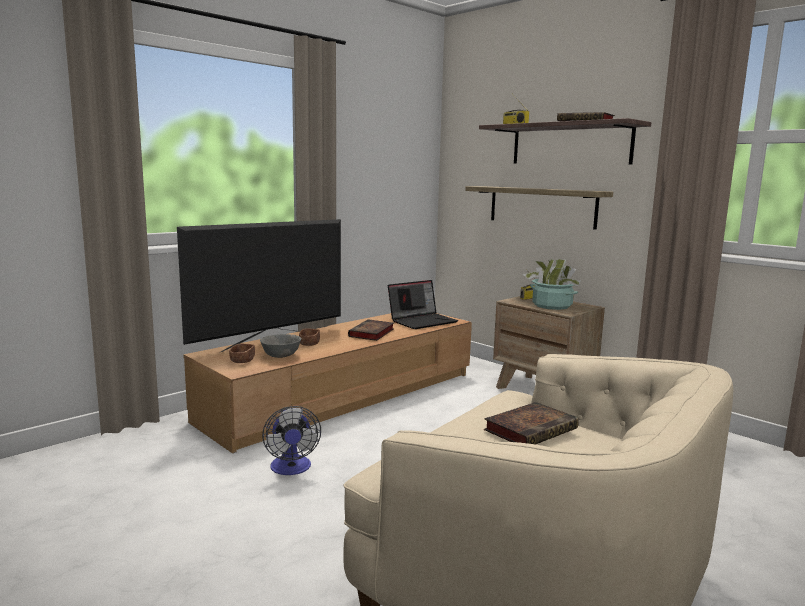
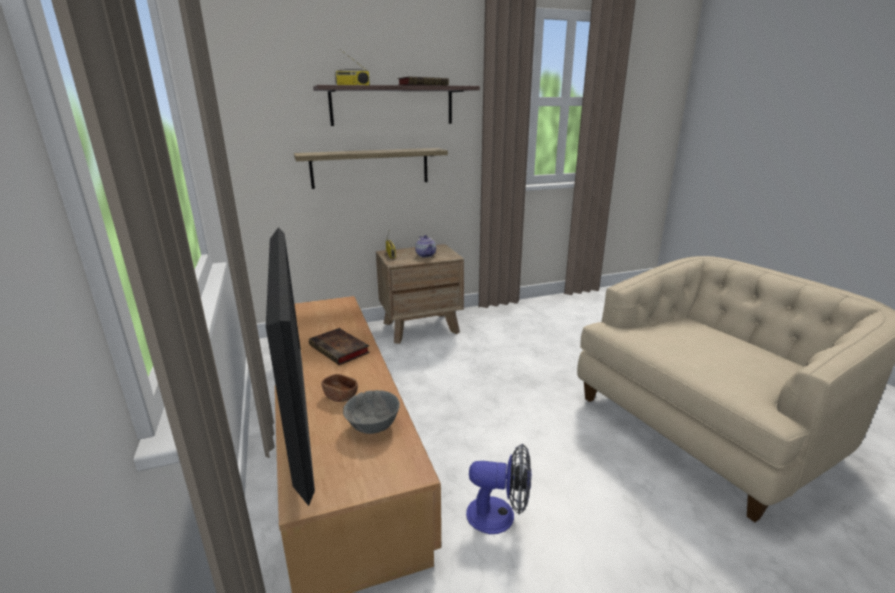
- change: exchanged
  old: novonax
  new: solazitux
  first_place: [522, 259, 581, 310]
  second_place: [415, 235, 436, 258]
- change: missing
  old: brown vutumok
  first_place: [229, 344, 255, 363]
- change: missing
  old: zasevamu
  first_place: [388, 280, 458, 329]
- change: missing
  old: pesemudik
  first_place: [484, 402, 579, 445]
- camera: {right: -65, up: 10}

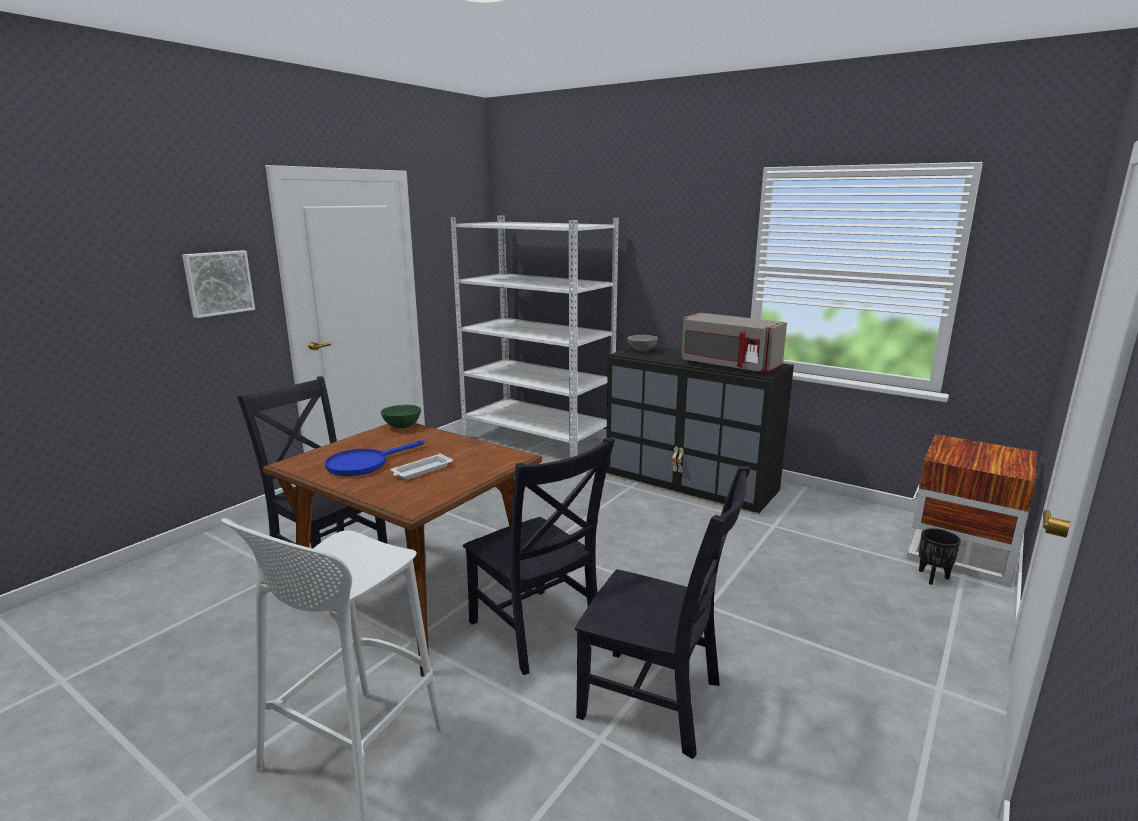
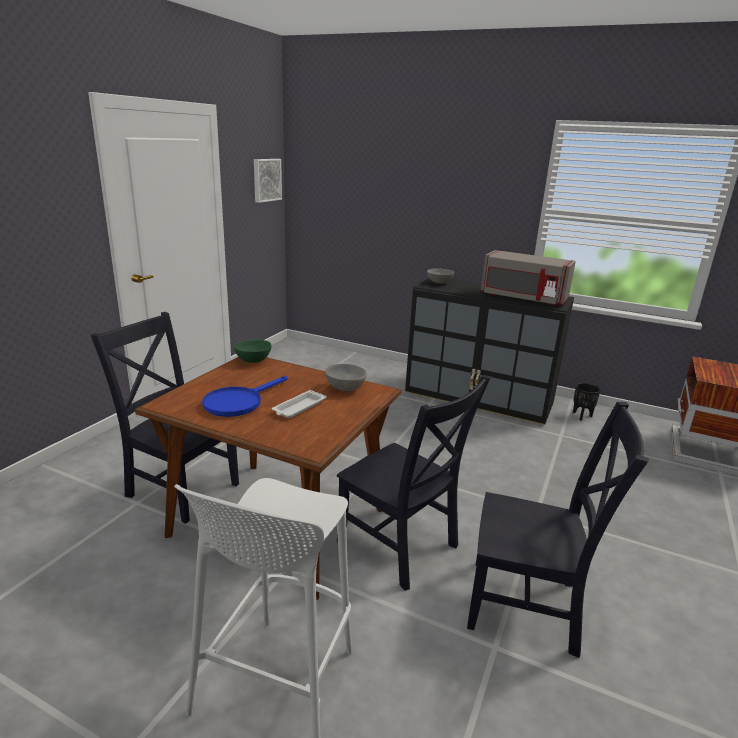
- change: relocated
  old: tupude
  first_place: [182, 250, 255, 318]
  second_place: [254, 159, 282, 203]
- change: appeared
  new: grey vutumok
  second_place: [325, 364, 367, 391]
- change: relocated
  old: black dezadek
  first_place: [919, 528, 961, 585]
  second_place: [573, 383, 601, 421]
- change: missing
  old: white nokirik
  first_place: [451, 215, 619, 458]
- camera: {right: -10, up: 5}

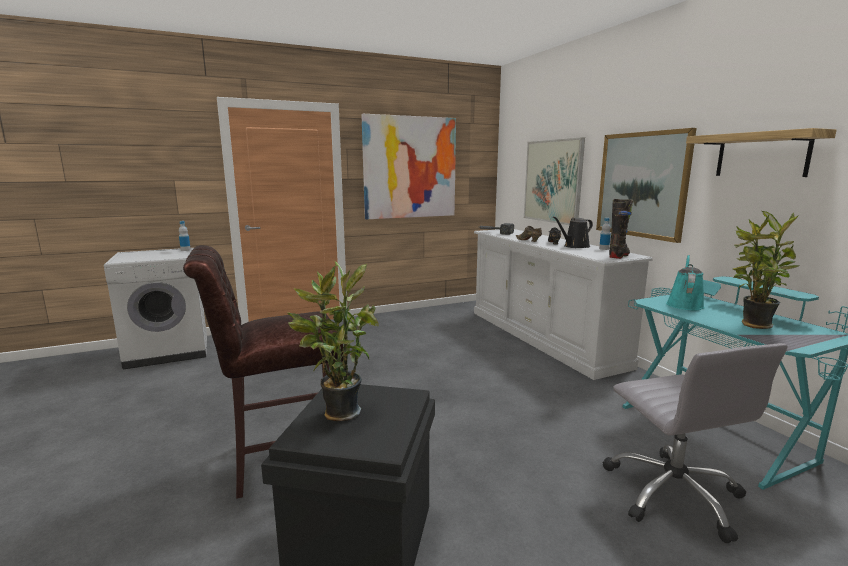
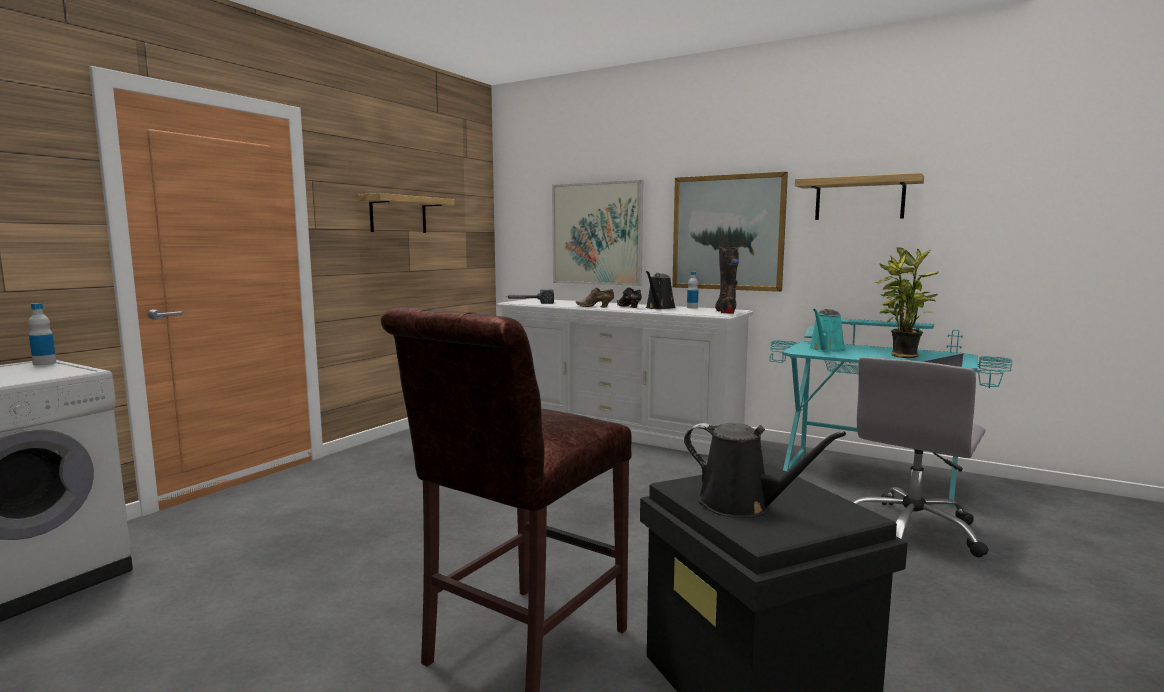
- change: exchanged
  old: tupude
  new: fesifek
  first_place: [361, 114, 456, 219]
  second_place: [358, 193, 454, 233]
- change: exchanged
  old: novonax
  new: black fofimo
  first_place: [288, 261, 379, 421]
  second_place: [684, 423, 846, 518]
- change: spun
  old: turquoise fofimo
  first_place: [666, 255, 705, 310]
  second_place: [809, 309, 846, 352]
  degrees: -135
- change: spun
  old: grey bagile
  first_place: [603, 343, 788, 543]
  second_place: [853, 357, 989, 557]
  degrees: 90
- camera: {right: -35, up: -5}

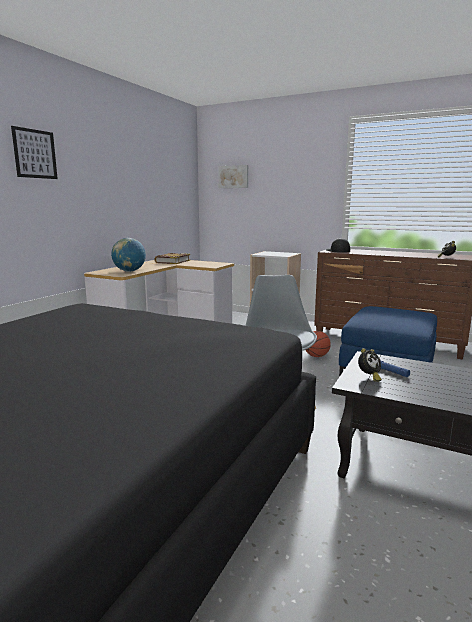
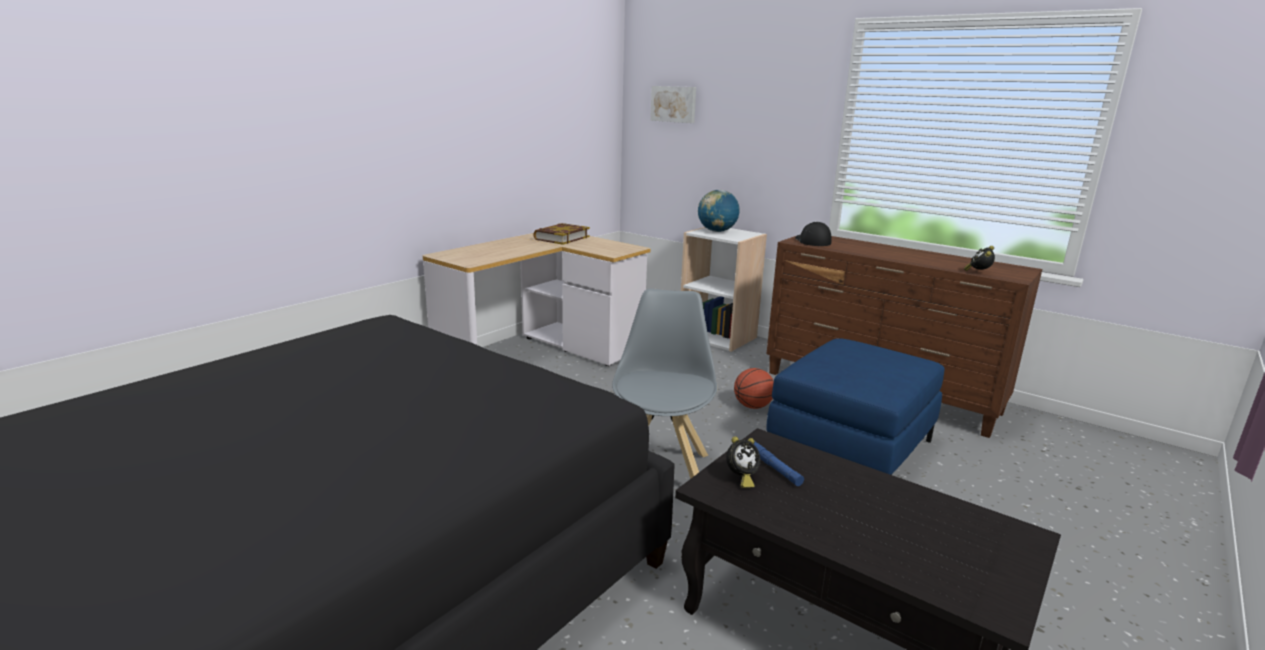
- change: relocated
  old: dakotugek
  first_place: [111, 238, 146, 272]
  second_place: [698, 189, 740, 232]
- change: missing
  old: tupude
  first_place: [11, 126, 58, 179]
- camera: {right: 10, up: 5}

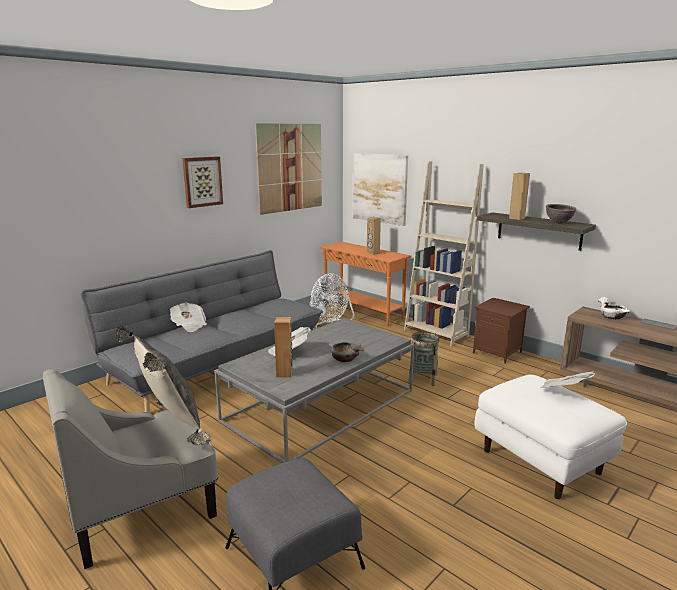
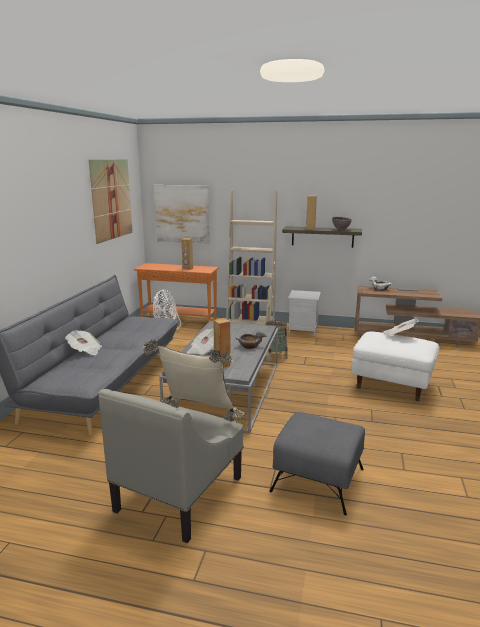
- change: colour
  old: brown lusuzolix
  new: grey lusuzolix
  first_place: [473, 298, 530, 364]
  second_place: [288, 290, 321, 336]
- change: missing
  old: tupude
  first_place: [182, 156, 223, 208]
- camera: {right: -30, up: 0}

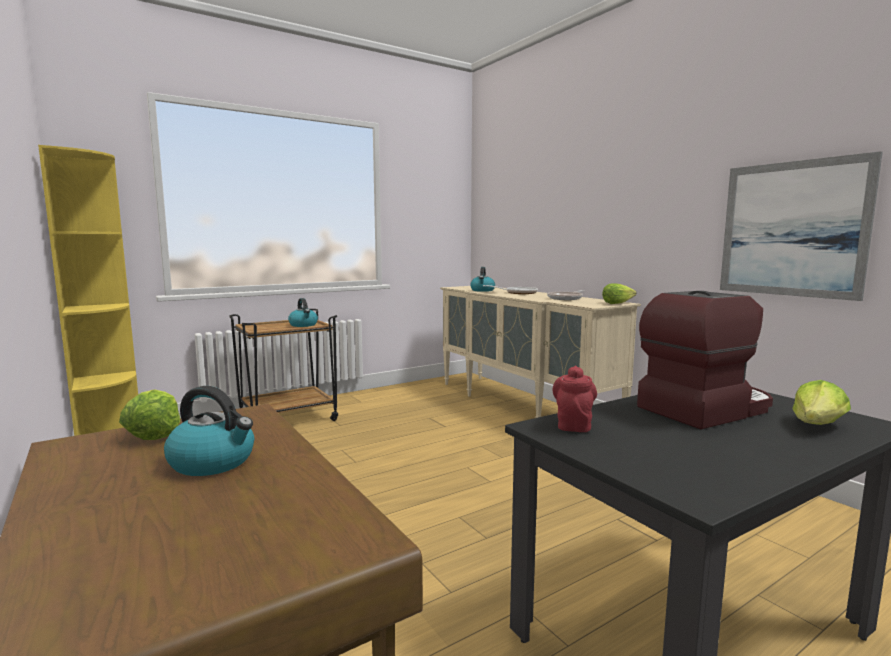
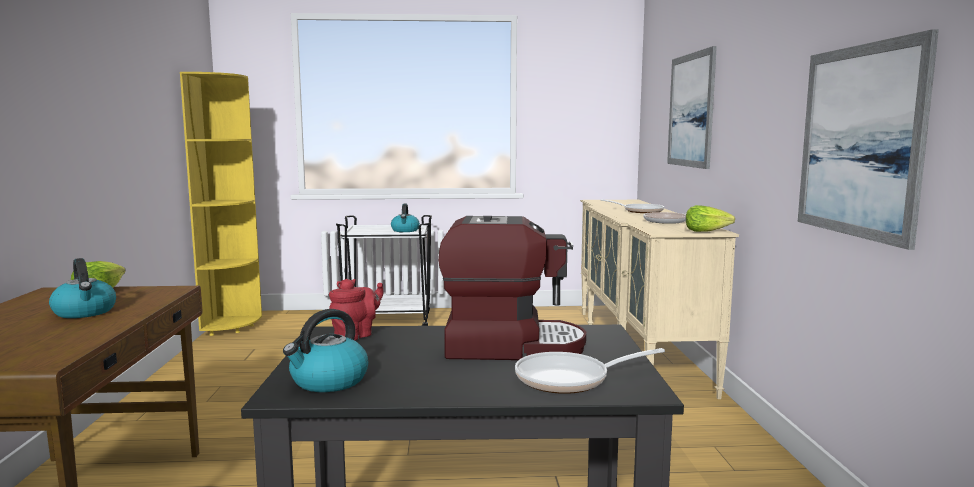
- change: relocated
  old: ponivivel
  first_place: [470, 267, 495, 292]
  second_place: [283, 309, 368, 392]
- change: colour
  old: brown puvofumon
  new: white puvofumon
  first_place: [229, 309, 338, 421]
  second_place: [336, 215, 432, 326]
- change: exchanged
  old: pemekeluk
  new: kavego
  first_place: [793, 380, 851, 425]
  second_place: [515, 348, 665, 394]
- change: appeared
  new: tupude
  second_place: [667, 46, 717, 169]
- camera: {right: 30, up: 0}

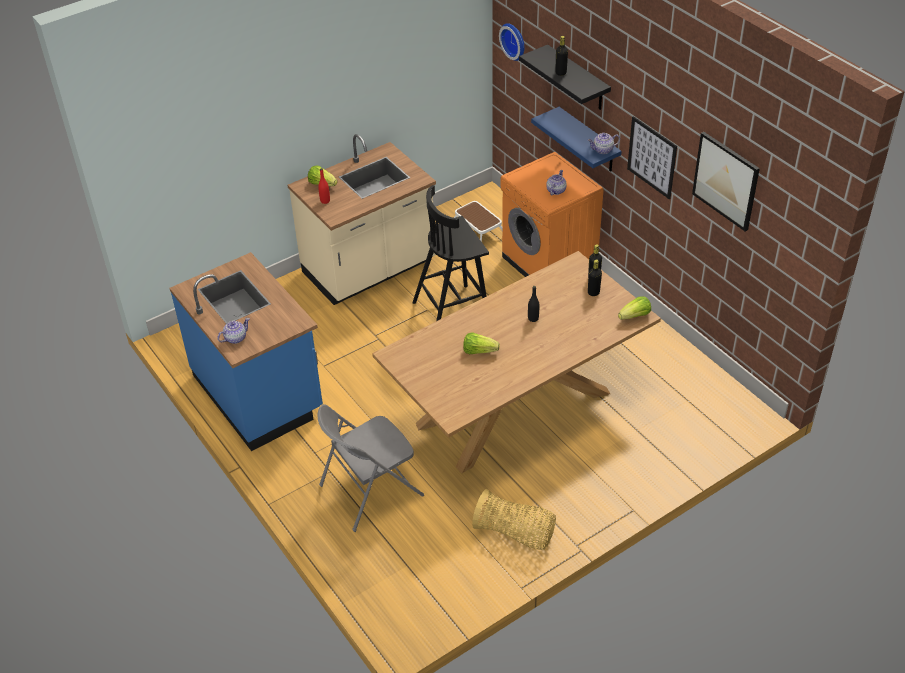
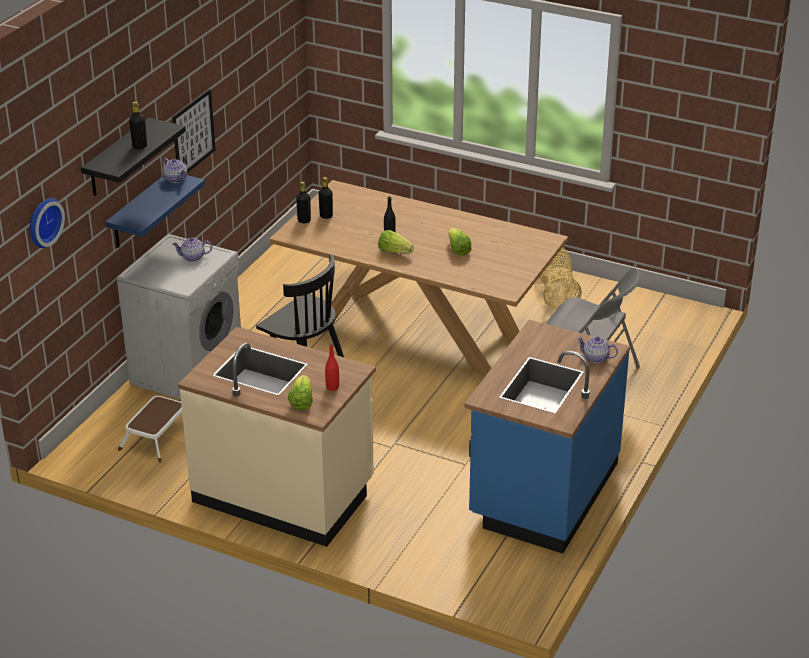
- change: colour
  old: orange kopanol
  new: white kopanol
  first_place: [501, 152, 604, 277]
  second_place: [117, 234, 241, 400]
- change: relocated
  old: pemekeluk
  first_place: [618, 296, 651, 320]
  second_place: [378, 230, 414, 253]
- change: missing
  old: tupude
  first_place: [692, 132, 760, 231]
- camera: {right: -120, up: -10}

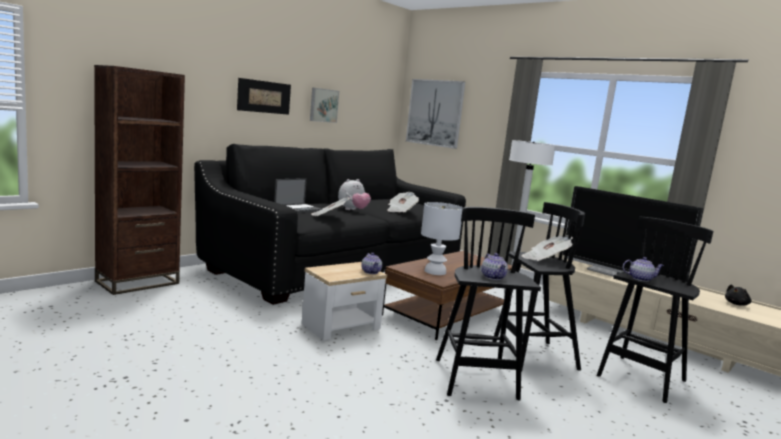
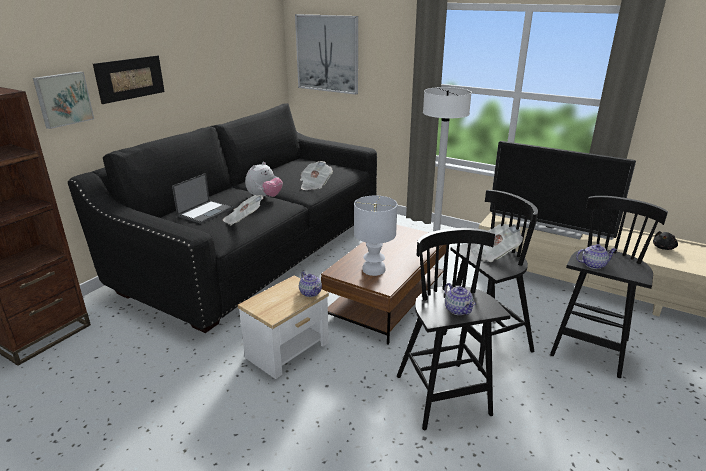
- change: relocated
  old: tupude
  first_place: [310, 88, 339, 123]
  second_place: [33, 71, 94, 129]
- camera: {right: -10, up: 15}

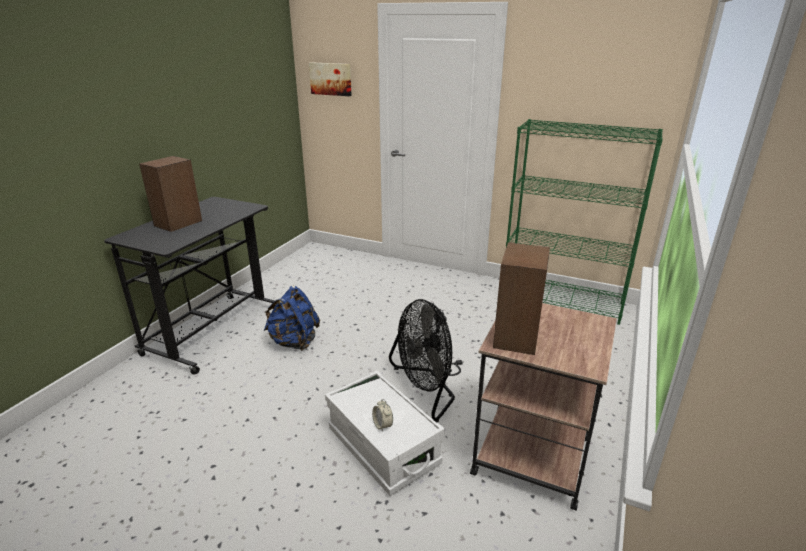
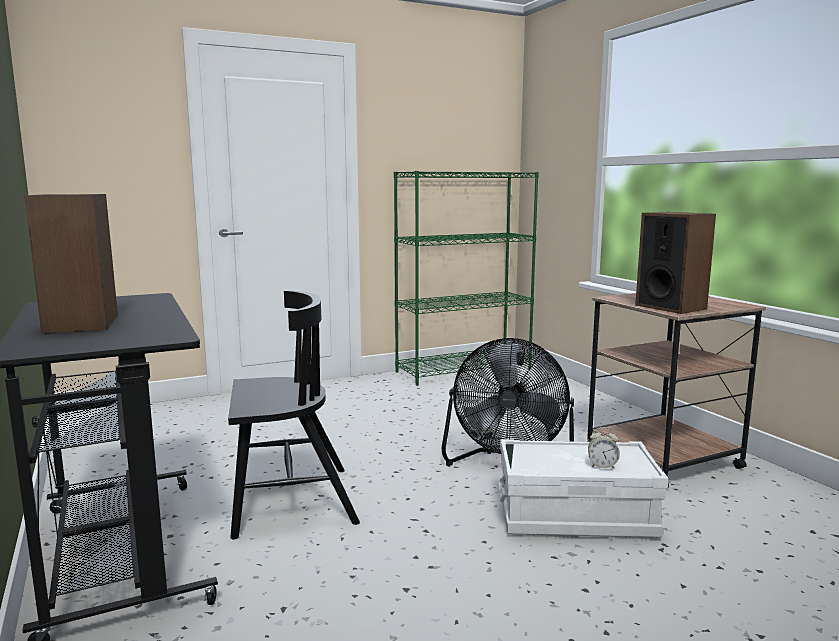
- change: exchanged
  old: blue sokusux
  new: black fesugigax
  first_place: [264, 286, 320, 351]
  second_place: [228, 291, 360, 540]
- change: missing
  old: tupude
  first_place: [309, 62, 352, 96]
- camera: {right: -50, up: -15}

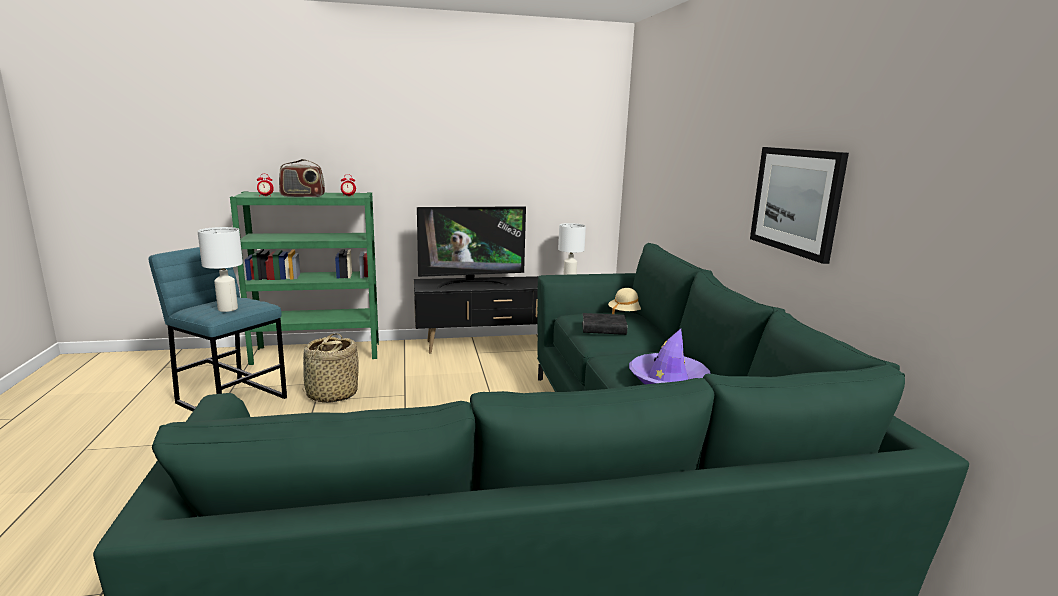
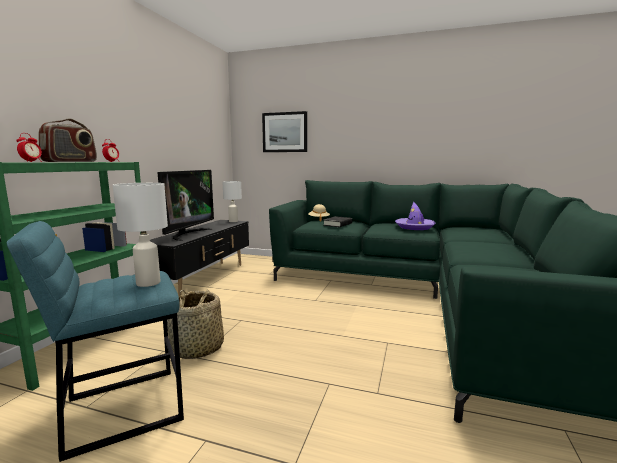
- change: relocated
  old: tupude
  first_place: [750, 147, 849, 264]
  second_place: [262, 111, 307, 152]
- camera: {right: -60, up: -5}

